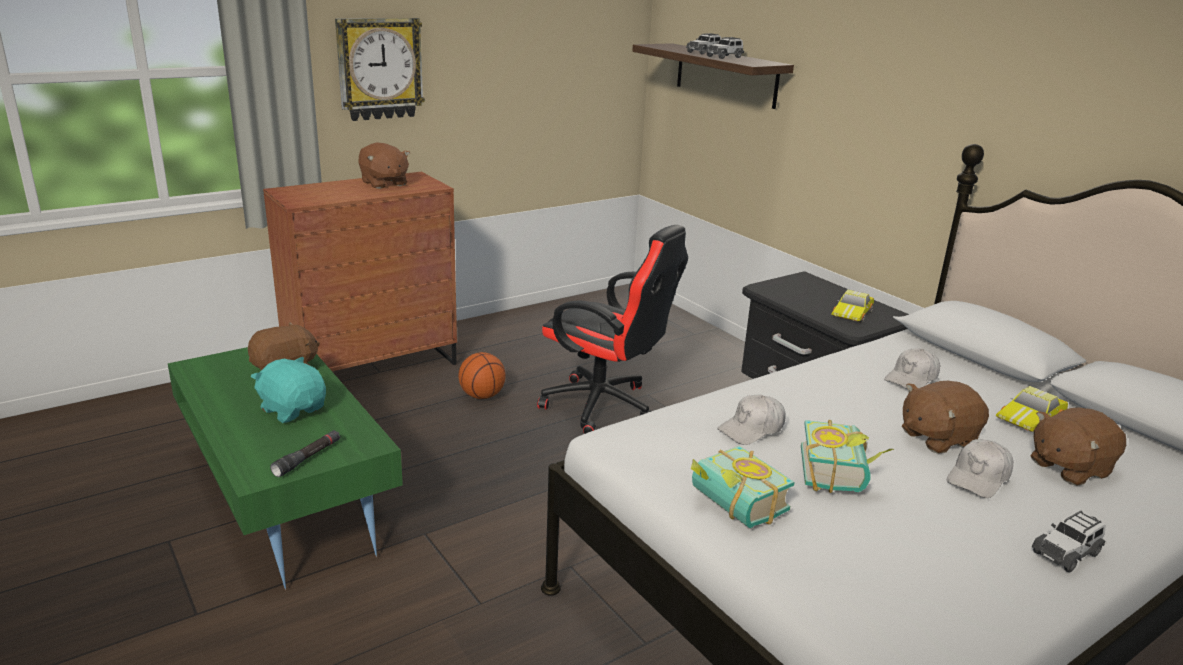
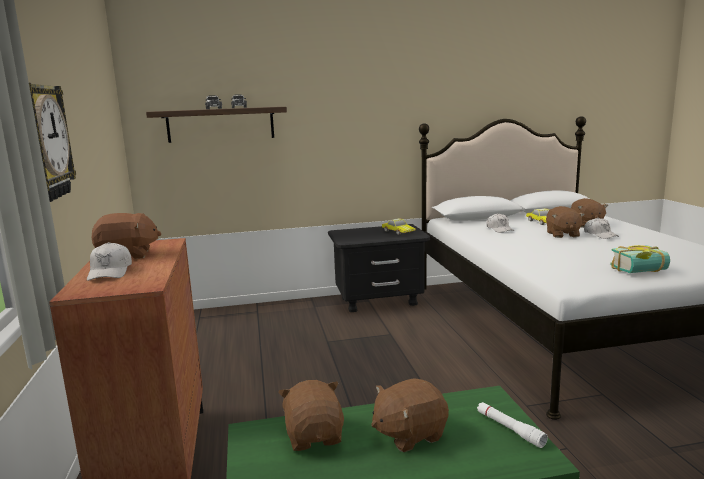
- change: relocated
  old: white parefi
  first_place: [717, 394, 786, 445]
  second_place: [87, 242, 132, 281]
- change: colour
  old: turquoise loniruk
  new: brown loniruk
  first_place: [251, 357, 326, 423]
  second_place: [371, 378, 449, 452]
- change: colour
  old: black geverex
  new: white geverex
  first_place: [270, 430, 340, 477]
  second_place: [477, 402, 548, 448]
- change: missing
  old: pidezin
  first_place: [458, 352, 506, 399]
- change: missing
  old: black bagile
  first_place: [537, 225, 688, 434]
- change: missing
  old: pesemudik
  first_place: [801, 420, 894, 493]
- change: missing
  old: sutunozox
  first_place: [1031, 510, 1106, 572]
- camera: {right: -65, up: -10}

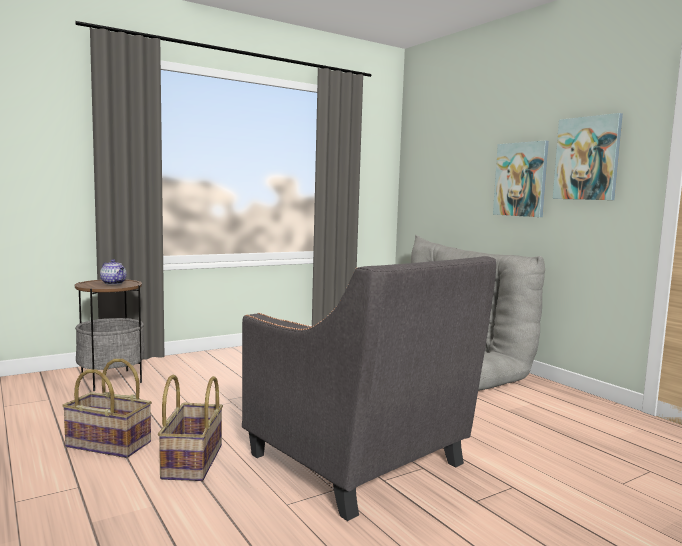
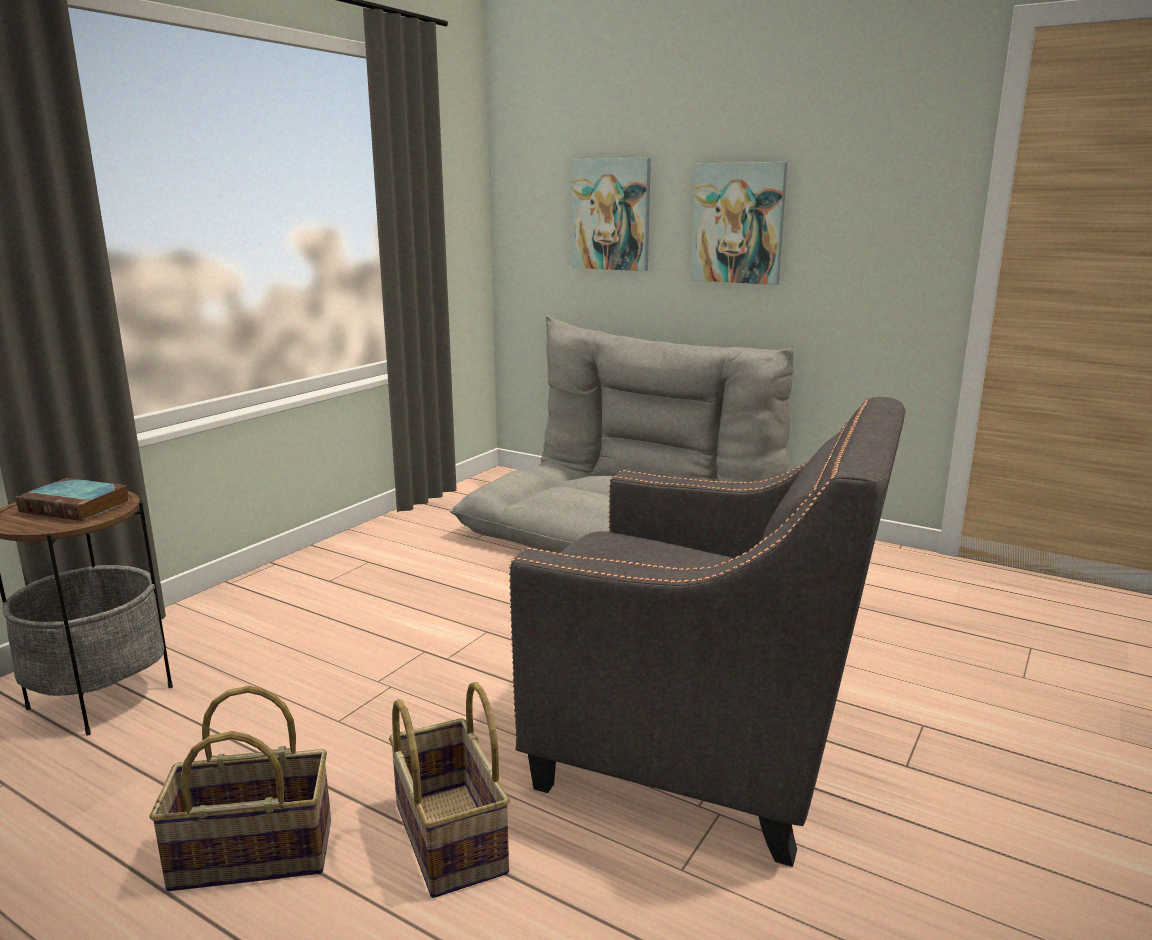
- change: exchanged
  old: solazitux
  new: pesemudik
  first_place: [100, 259, 127, 285]
  second_place: [15, 478, 130, 521]
- change: relocated
  old: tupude
  first_place: [553, 113, 623, 200]
  second_place: [571, 157, 651, 271]
- camera: {right: -25, up: 10}

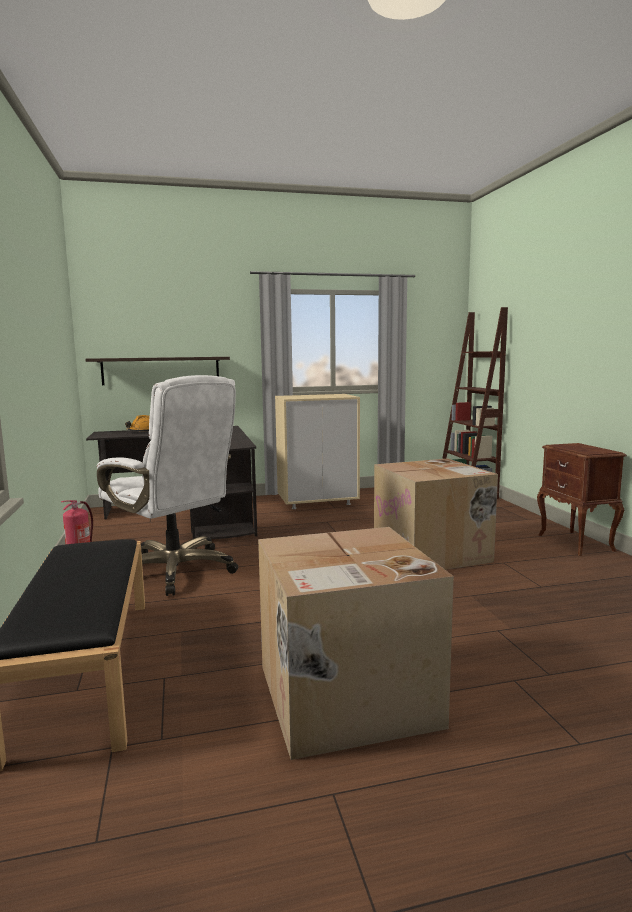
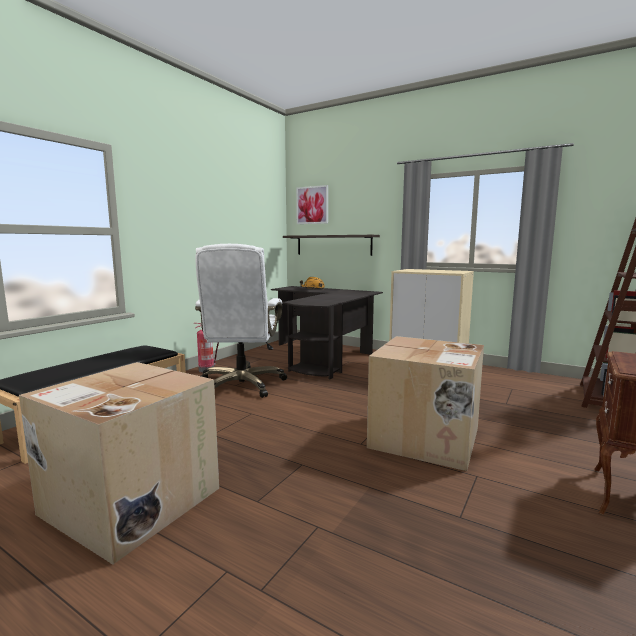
- change: appeared
  new: tupude
  second_place: [296, 185, 328, 224]
- camera: {right: 45, up: 0}

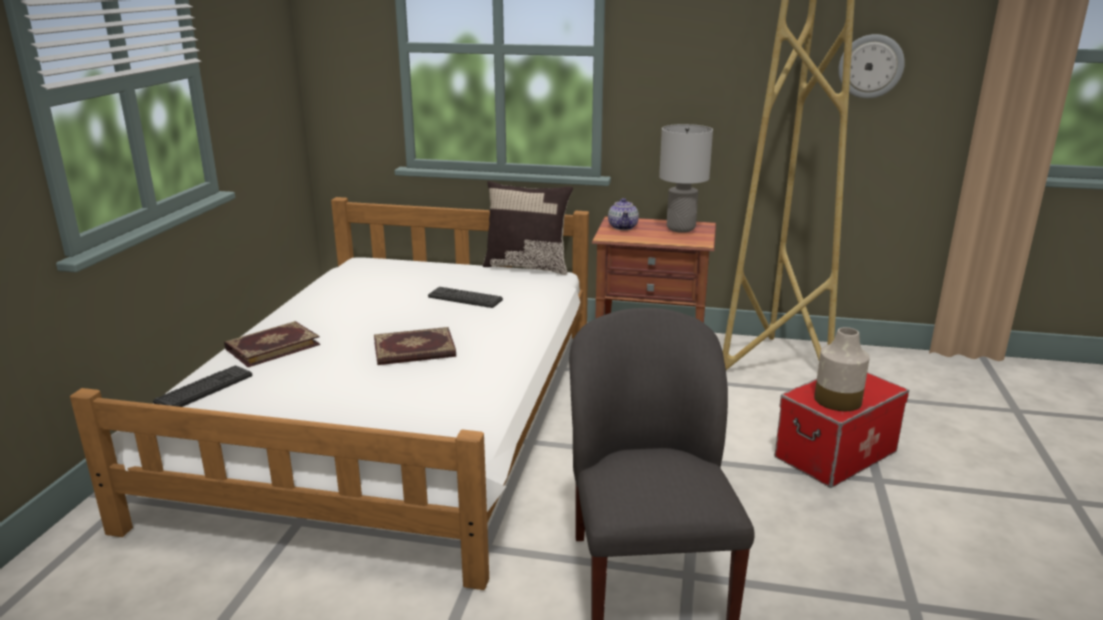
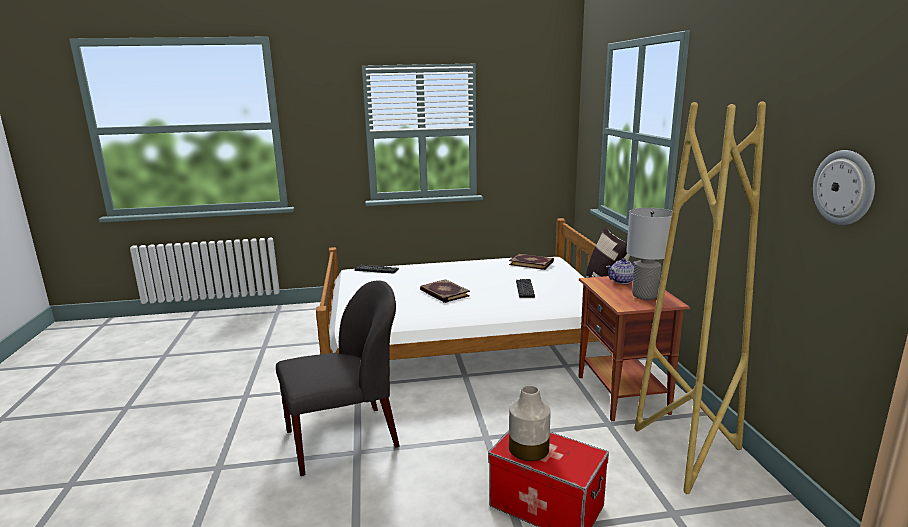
- change: relocated
  old: pesemudik
  first_place: [224, 321, 320, 367]
  second_place: [509, 254, 554, 270]
- camera: {right: 70, up: -5}

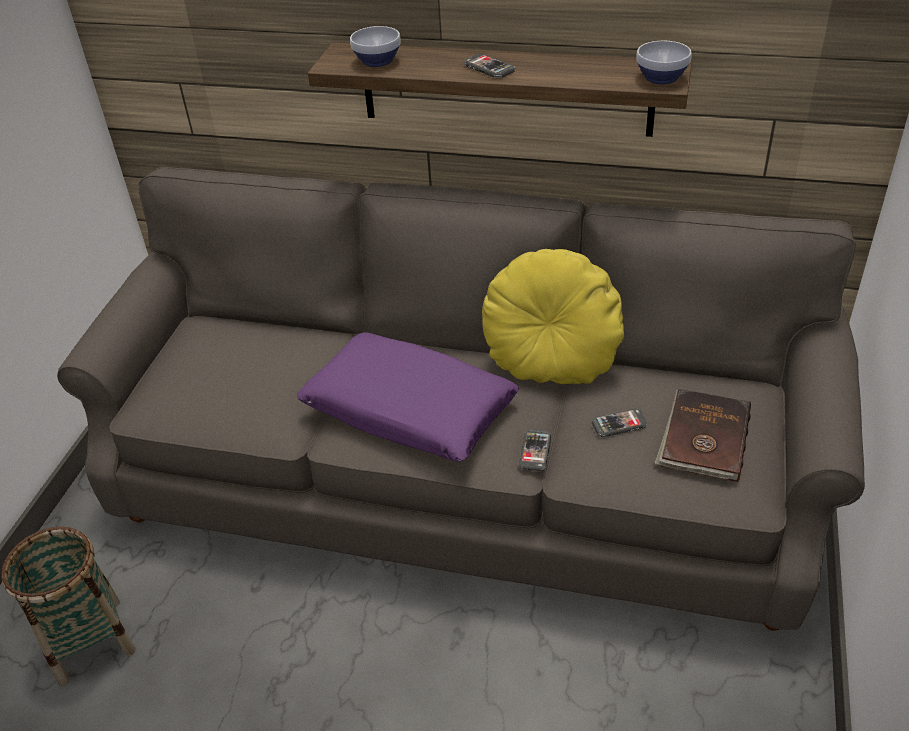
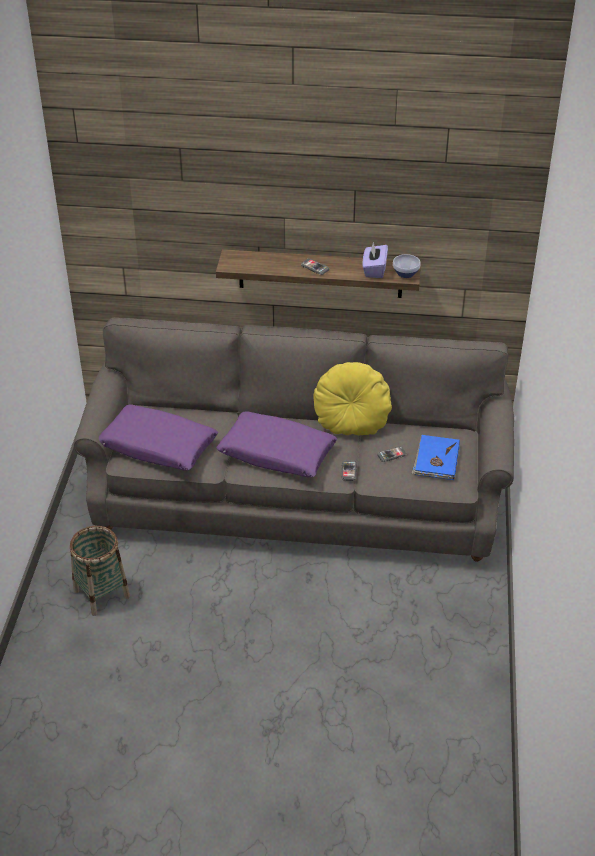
- change: appeared
  new: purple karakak
  second_place: [99, 405, 218, 471]
- change: appeared
  new: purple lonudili
  second_place: [362, 242, 388, 278]
- change: colour
  old: brown pesemudik
  new: blue pesemudik
  first_place: [654, 389, 751, 482]
  second_place: [412, 435, 460, 480]
- change: missing
  old: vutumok
  first_place: [350, 26, 400, 67]
- camera: {right: -10, up: 0}

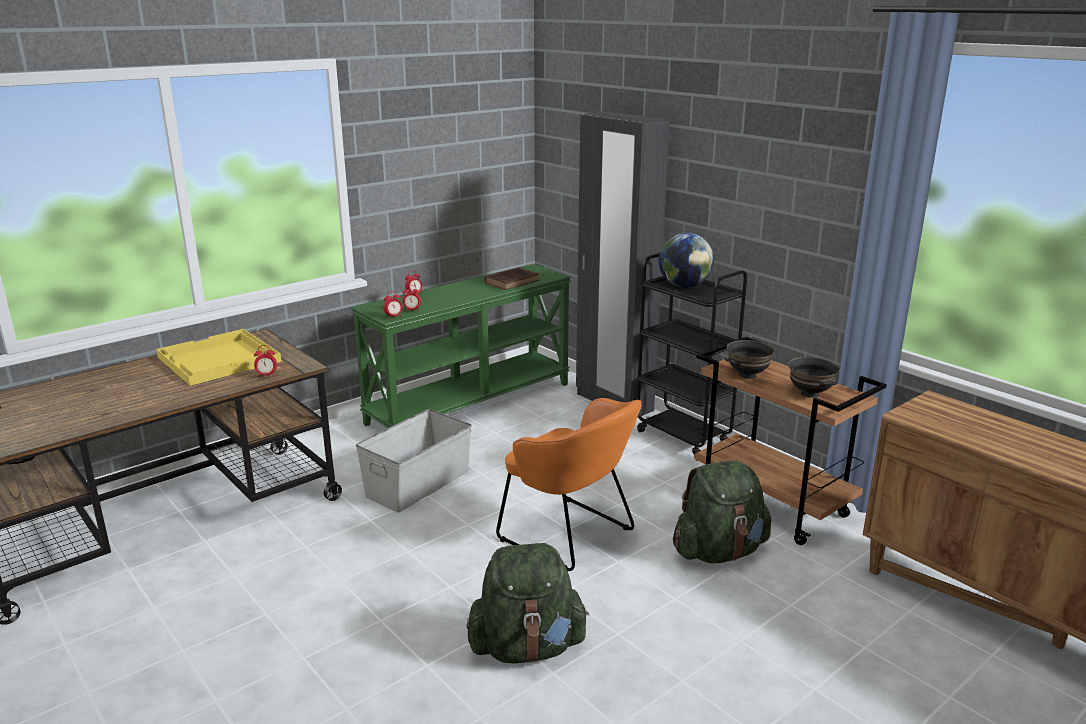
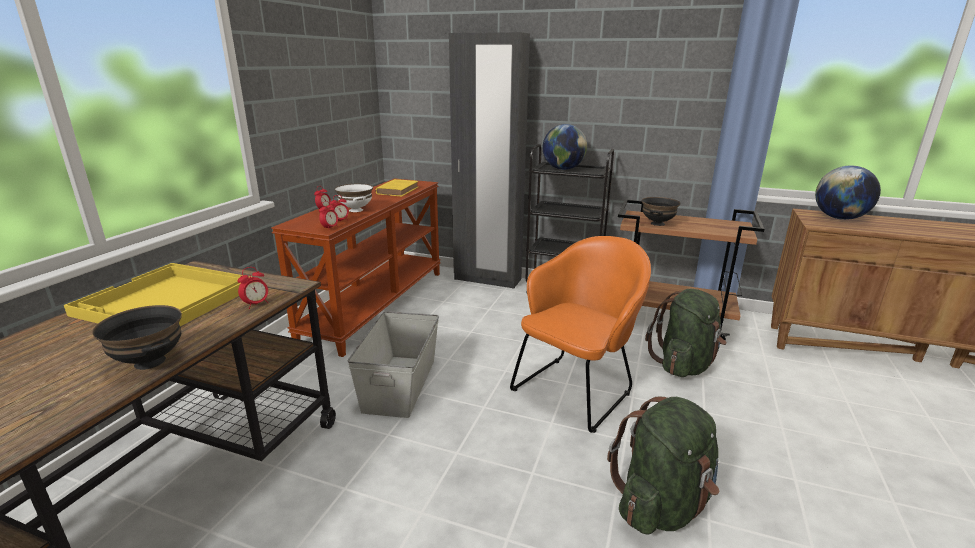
- change: relocated
  old: black vutumok
  first_place: [789, 357, 839, 398]
  second_place: [92, 305, 182, 370]
- change: colour
  old: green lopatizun
  new: brown lopatizun
  first_place: [351, 264, 571, 428]
  second_place: [271, 178, 441, 357]
- change: appeared
  new: white vutumok
  second_place: [335, 184, 373, 212]
- change: colour
  old: brown pesemudik
  new: yellow pesemudik
  first_place: [485, 267, 539, 290]
  second_place: [376, 179, 418, 196]
- change: spun
  old: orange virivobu
  first_place: [496, 398, 641, 571]
  second_place: [510, 236, 651, 433]
  degrees: -60
- change: appeared
  new: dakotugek
  second_place: [815, 166, 881, 220]
- camera: {right: -30, up: 0}

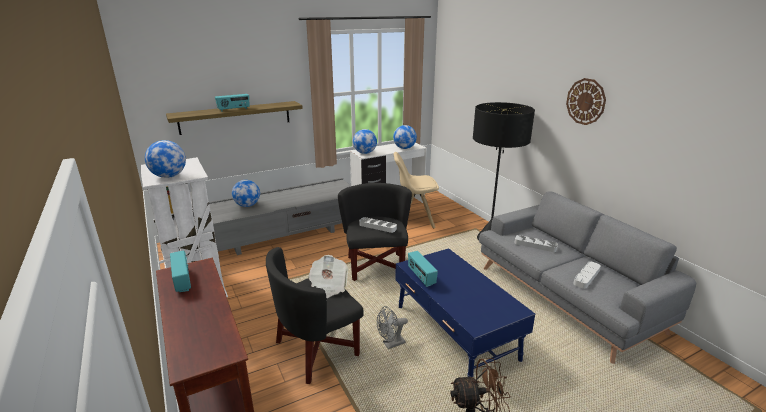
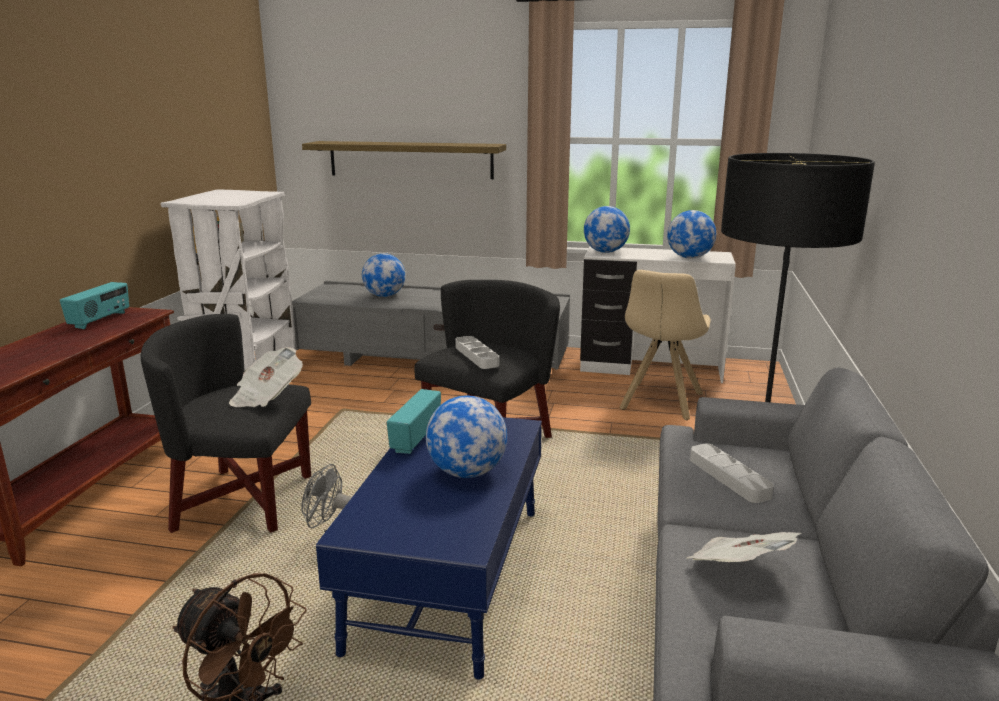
- change: relocated
  old: dakotugek
  first_place: [145, 140, 186, 178]
  second_place: [426, 396, 507, 478]
- change: spun
  old: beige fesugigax
  first_place: [393, 152, 439, 228]
  second_place: [619, 270, 711, 420]
  degrees: -105
- change: exchanged
  old: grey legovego
  new: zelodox
  first_place: [573, 261, 601, 289]
  second_place: [687, 532, 802, 562]
- change: missing
  old: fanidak
  first_place: [215, 94, 249, 112]
- change: missing
  old: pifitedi
  first_place: [566, 78, 606, 125]
- camera: {right: 40, up: -5}

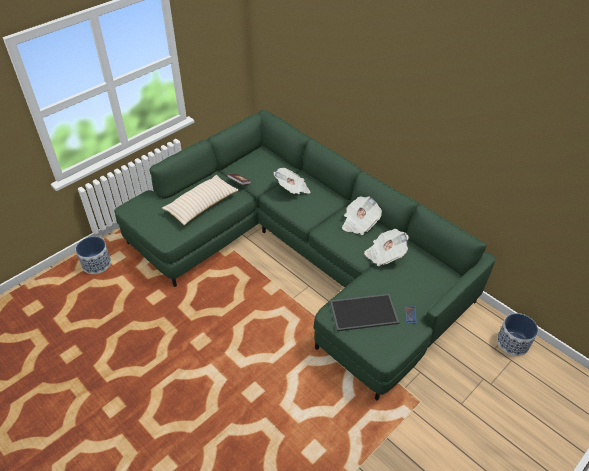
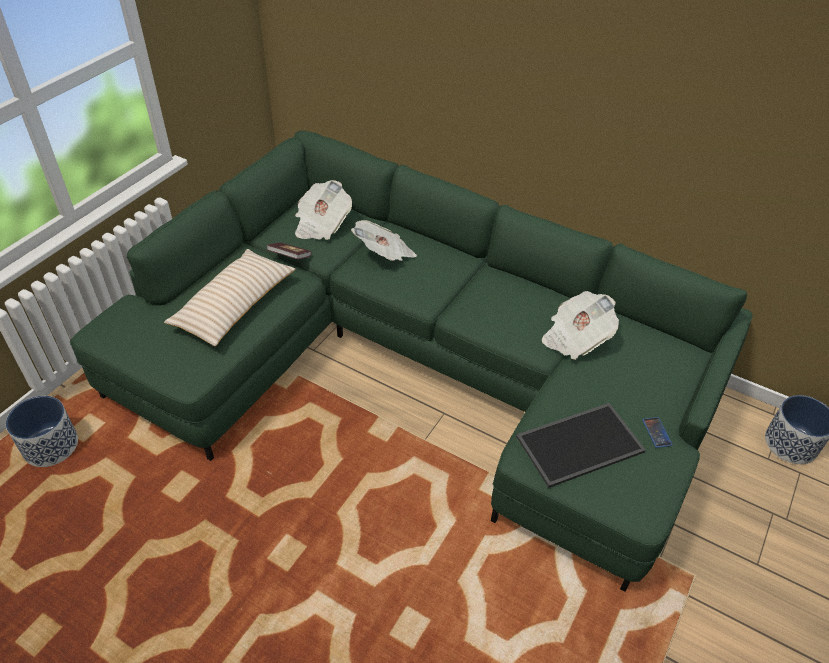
- change: relocated
  old: zelodox
  first_place: [342, 196, 382, 235]
  second_place: [295, 180, 352, 240]
- camera: {right: -15, up: 0}

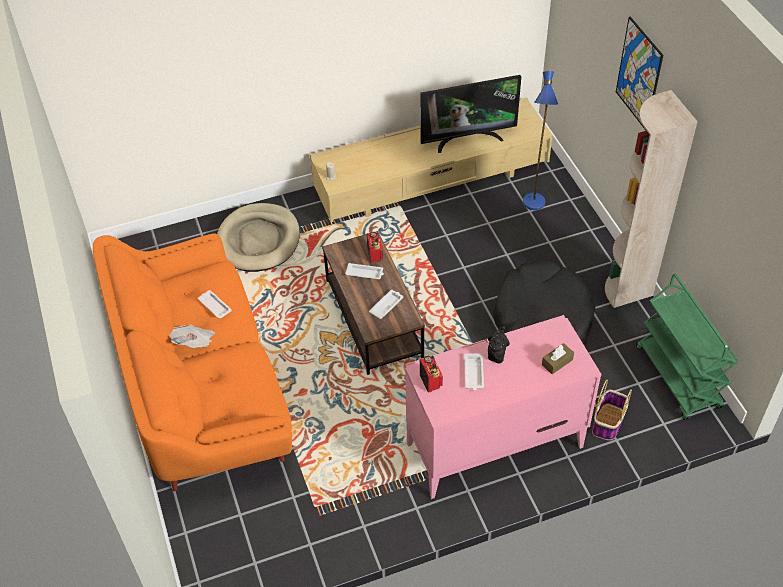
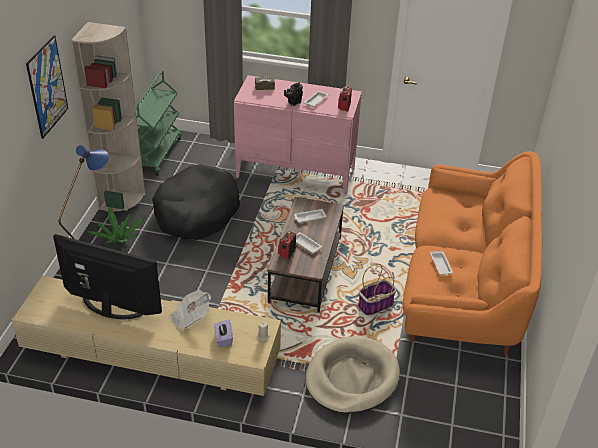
- change: appeared
  new: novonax
  second_place: [87, 207, 146, 243]
- change: relocated
  old: zelodox
  first_place: [168, 324, 215, 348]
  second_place: [168, 290, 211, 330]
- change: appeared
  new: purple lonudili
  second_place: [214, 320, 233, 347]
- change: relocated
  old: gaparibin
  first_place: [592, 380, 632, 440]
  second_place: [358, 264, 397, 316]
- camera: {right: -150, up: -10}

